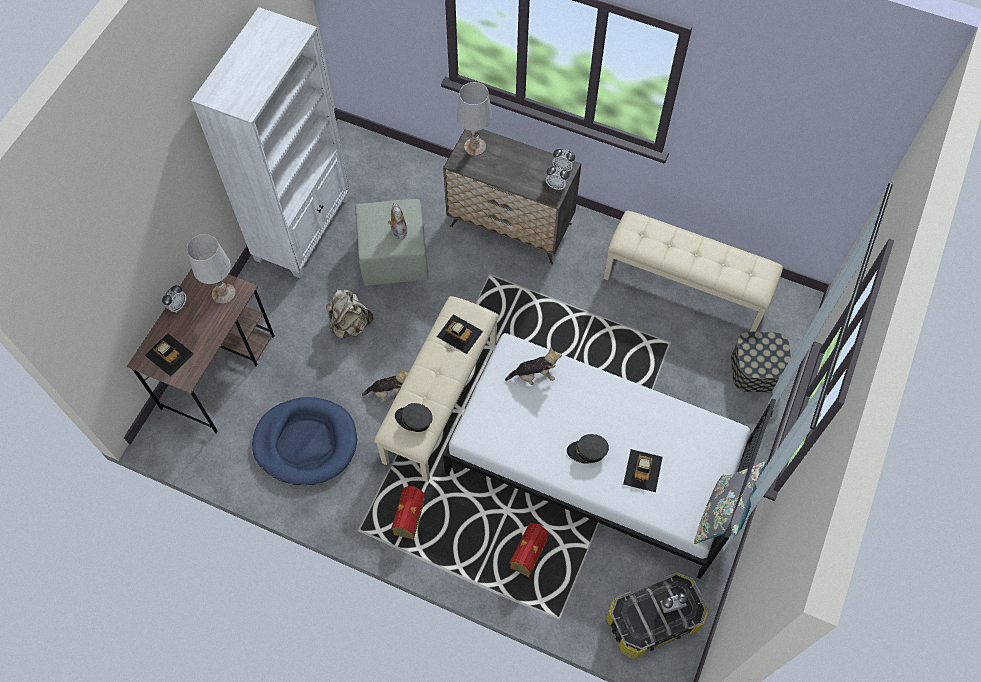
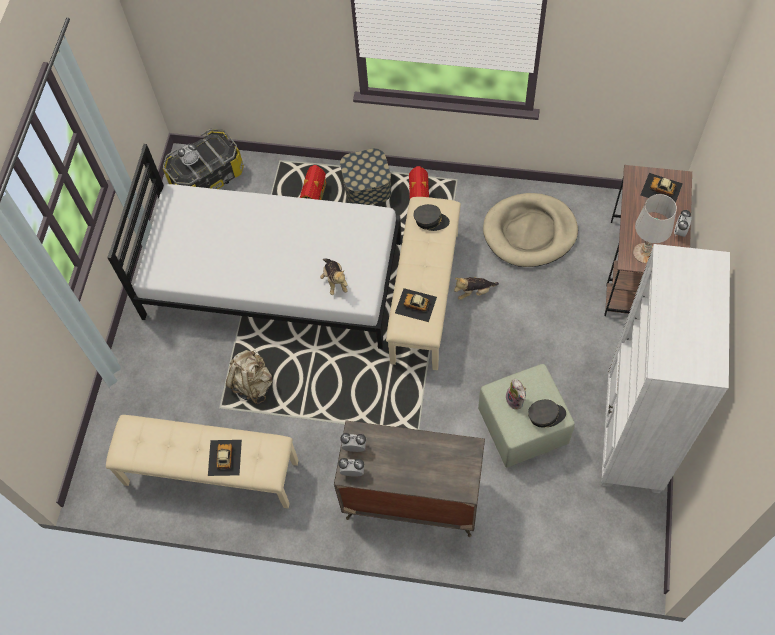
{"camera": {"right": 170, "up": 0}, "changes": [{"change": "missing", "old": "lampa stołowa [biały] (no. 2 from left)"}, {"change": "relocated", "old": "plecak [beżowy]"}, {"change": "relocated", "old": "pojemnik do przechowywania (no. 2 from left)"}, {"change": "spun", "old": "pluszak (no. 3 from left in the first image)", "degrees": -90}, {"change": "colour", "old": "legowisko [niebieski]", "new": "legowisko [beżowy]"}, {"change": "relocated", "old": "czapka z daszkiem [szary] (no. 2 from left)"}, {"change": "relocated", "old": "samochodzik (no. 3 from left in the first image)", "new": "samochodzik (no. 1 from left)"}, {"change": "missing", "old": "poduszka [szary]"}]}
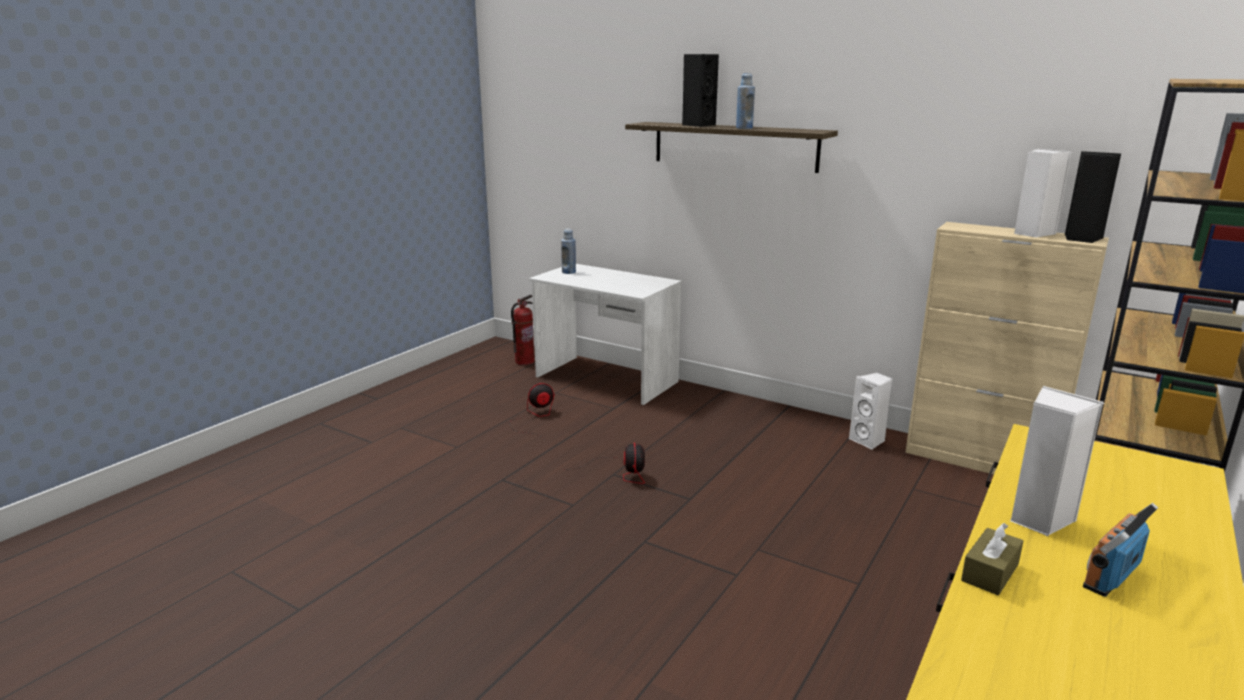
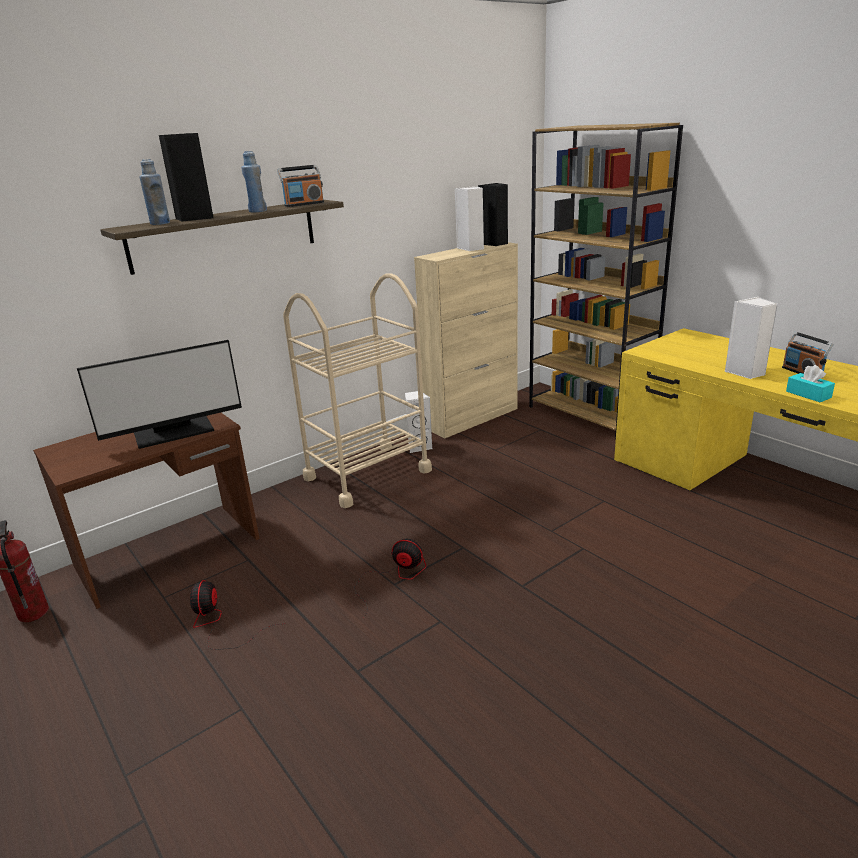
{"camera": {"right": -70, "up": 5}, "changes": [{"change": "relocated", "old": "butelka [niebieski] (no. 1 from left)"}, {"change": "colour", "old": "biurko [biały]", "new": "biurko [brązowy]"}, {"change": "colour", "old": "pudełko chusteczek [brązowy]", "new": "pudełko chusteczek [turkusowy]"}, {"change": "appeared", "new": "radio (no. 1 from left)"}, {"change": "appeared", "new": "wózek [beżowy]"}, {"change": "appeared", "new": "monitor"}]}
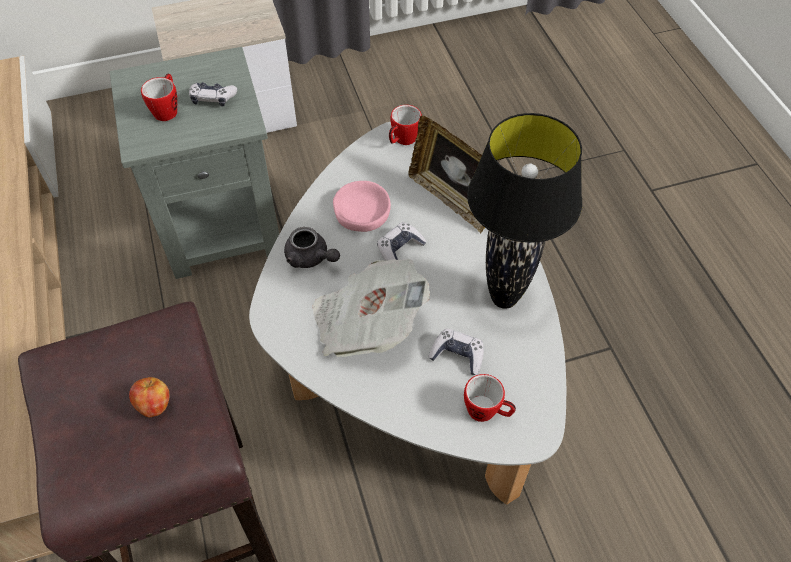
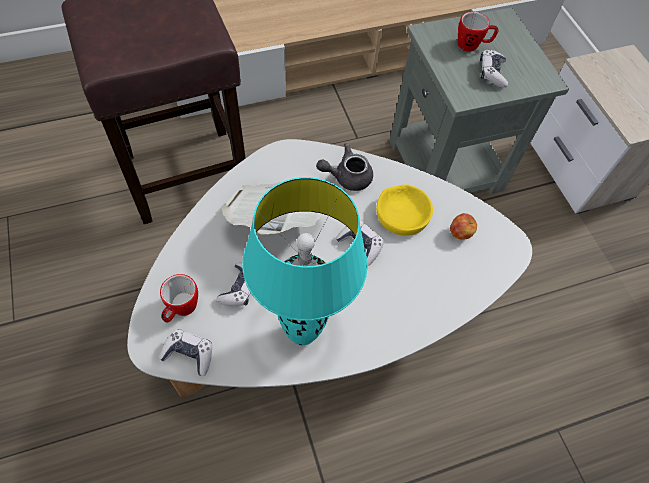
{"camera": {"right": 85, "up": 5}, "changes": [{"change": "missing", "old": "kubek (no. 2 from left)"}, {"change": "colour", "old": "lampa stołowa [czarny]", "new": "lampa stołowa [turkusowy]"}, {"change": "missing", "old": "ramka na zdjęcie"}, {"change": "colour", "old": "miska [różowy]", "new": "miska [żółty]"}, {"change": "spun", "old": "imbryk [szary]", "degrees": 45}, {"change": "relocated", "old": "jabłko"}, {"change": "appeared", "new": "pad do gier (no. 1 from left)"}]}
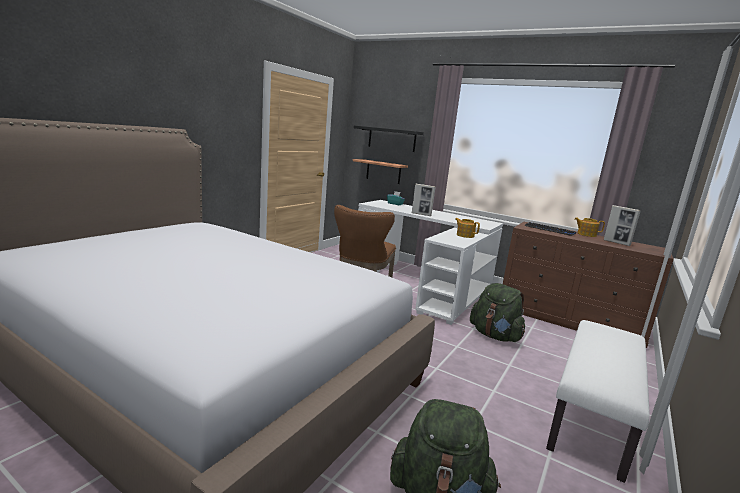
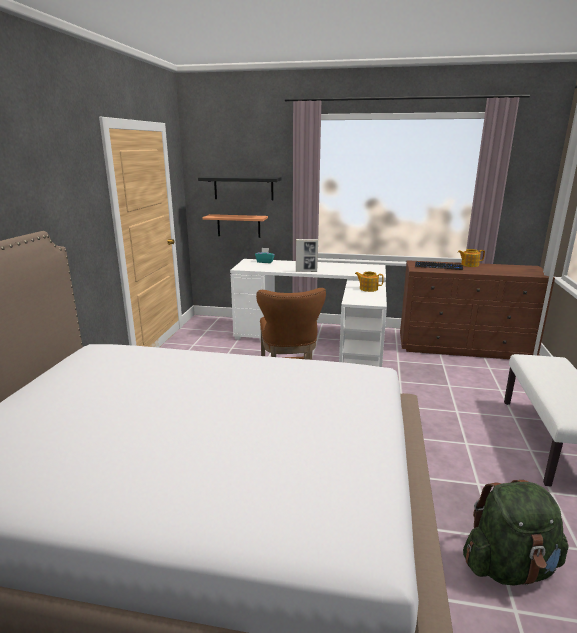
{"camera": {"right": -20, "up": 5}, "changes": [{"change": "missing", "old": "ramka na zdjęcie (no. 2 from left)"}, {"change": "missing", "old": "plecak [zielony] (no. 2 from left)"}]}
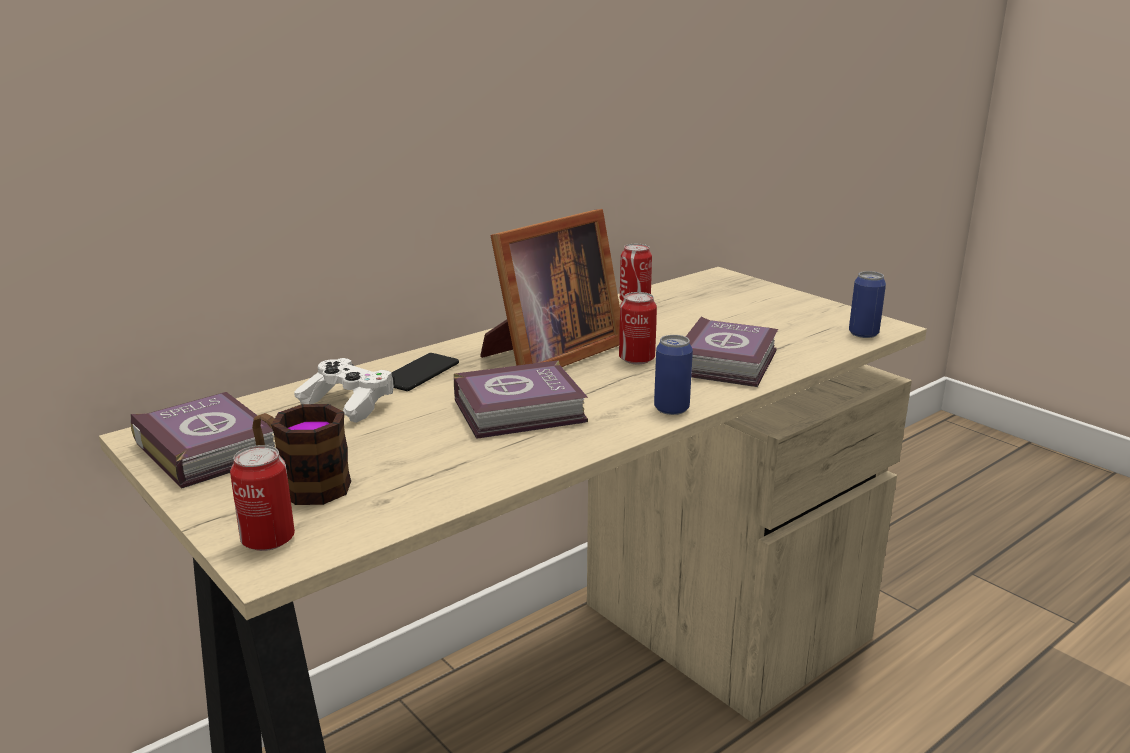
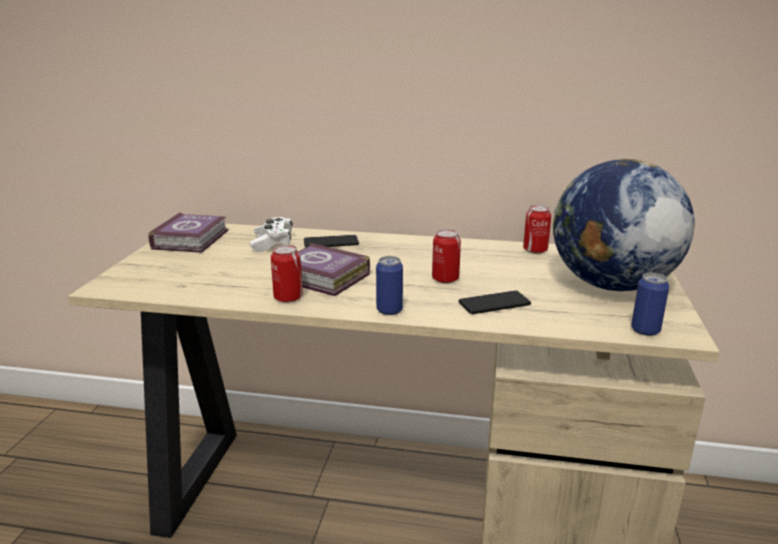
{"camera": {"right": 50, "up": 0}, "changes": [{"change": "missing", "old": "ramka na zdjęcie"}, {"change": "exchanged", "old": "książka (no. 3 from left)", "new": "telefon (no. 2 from left)"}, {"change": "missing", "old": "kubek"}, {"change": "relocated", "old": "puszka (no. 1 from left)"}, {"change": "appeared", "new": "globus"}]}
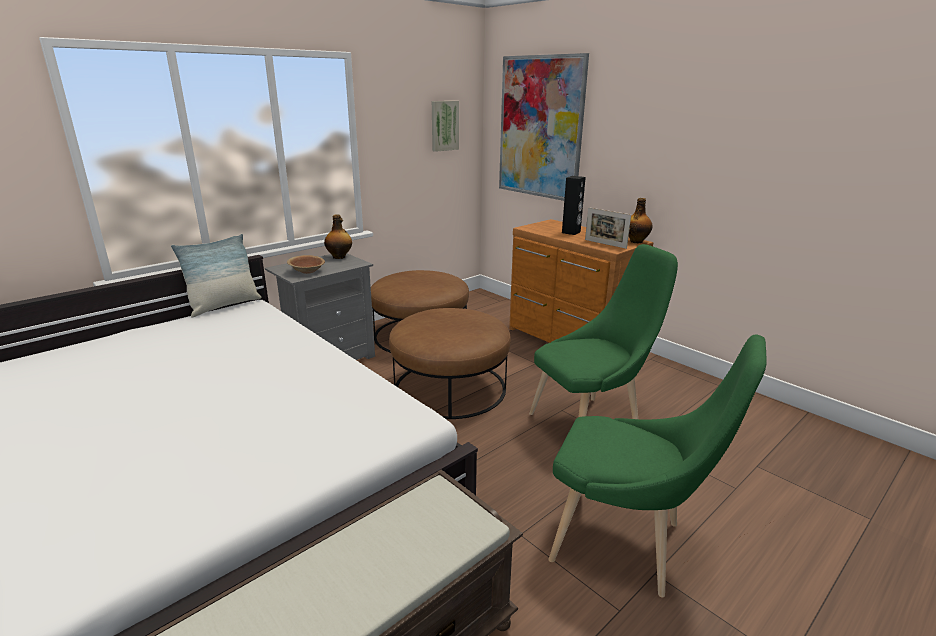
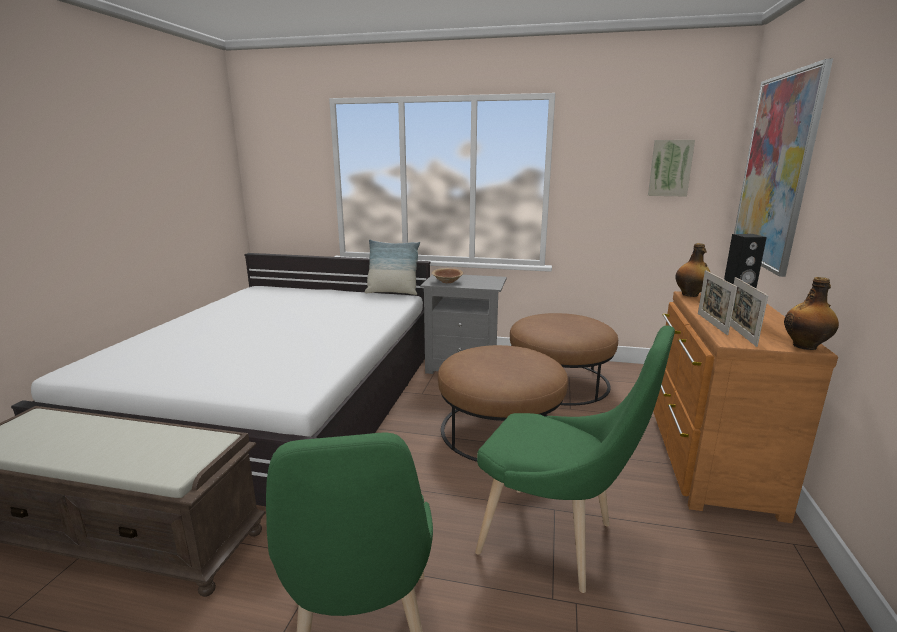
{"camera": {"right": 55, "up": -5}, "changes": [{"change": "relocated", "old": "butelka (no. 1 from left)"}, {"change": "appeared", "new": "ramka na zdjęcie (no. 1 from left)"}]}
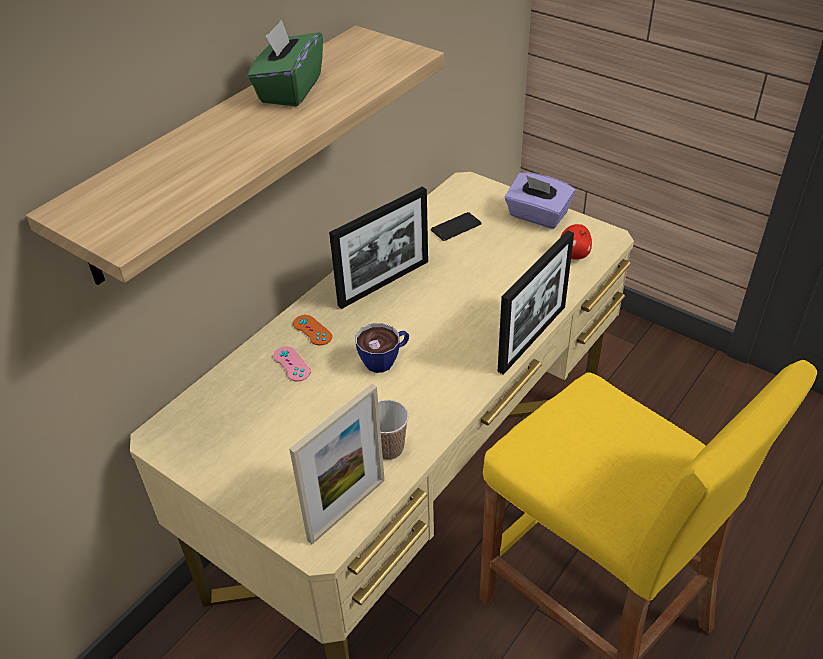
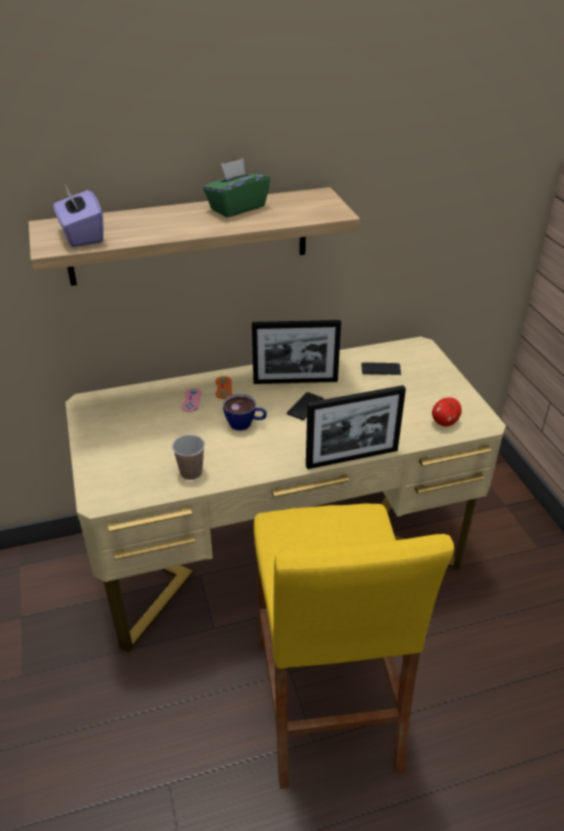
{"camera": {"right": 35, "up": -5}, "changes": [{"change": "relocated", "old": "pudełko chusteczek [fioletowy]"}, {"change": "missing", "old": "ramka na zdjęcie (no. 1 from left)"}, {"change": "appeared", "new": "telefon (no. 1 from left)"}]}
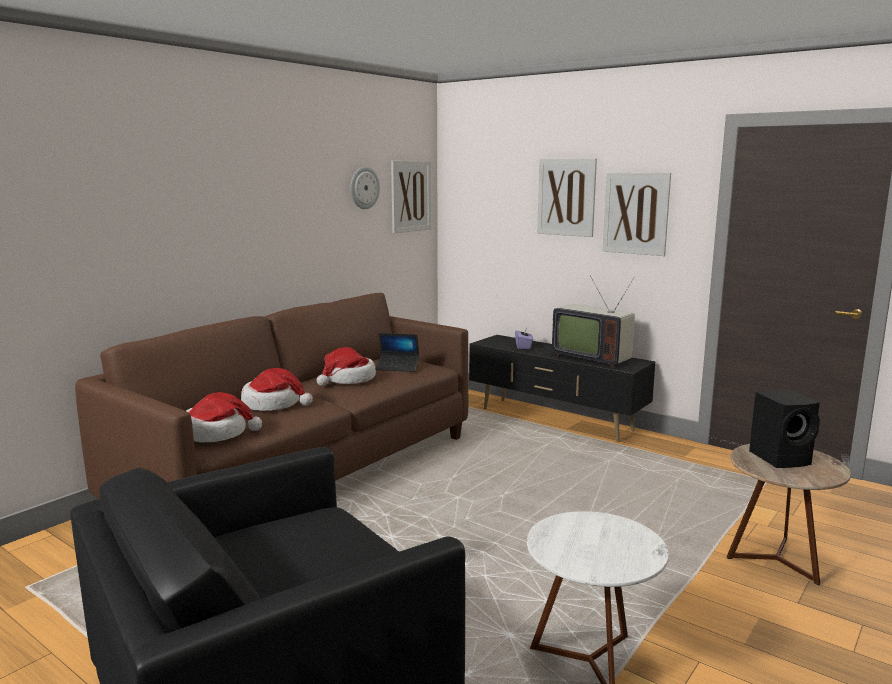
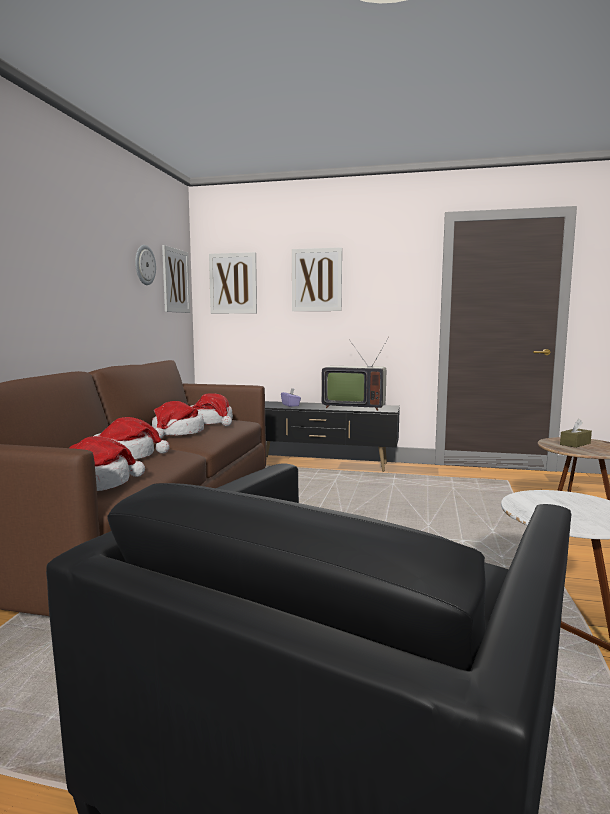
{"camera": {"right": -25, "up": -5}, "changes": [{"change": "relocated", "old": "obraz (no. 3 from left in the first image)", "new": "obraz (no. 2 from left)"}, {"change": "exchanged", "old": "laptop", "new": "kapelusz (no. 4 from left)"}, {"change": "exchanged", "old": "głośnik [czarny]", "new": "pudełko chusteczek [brązowy]"}]}
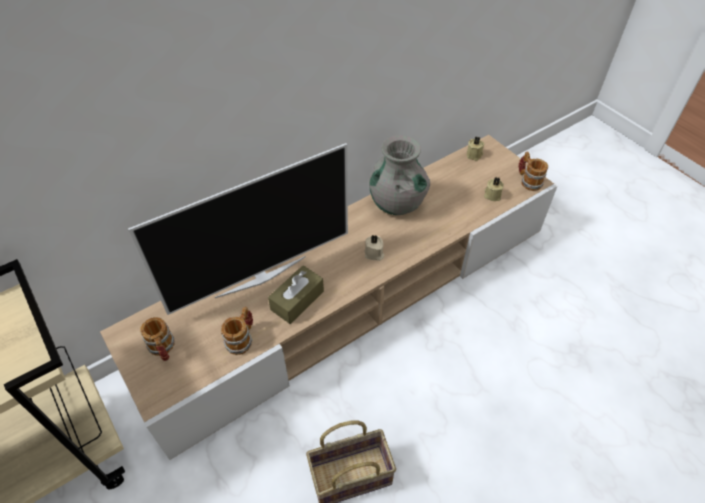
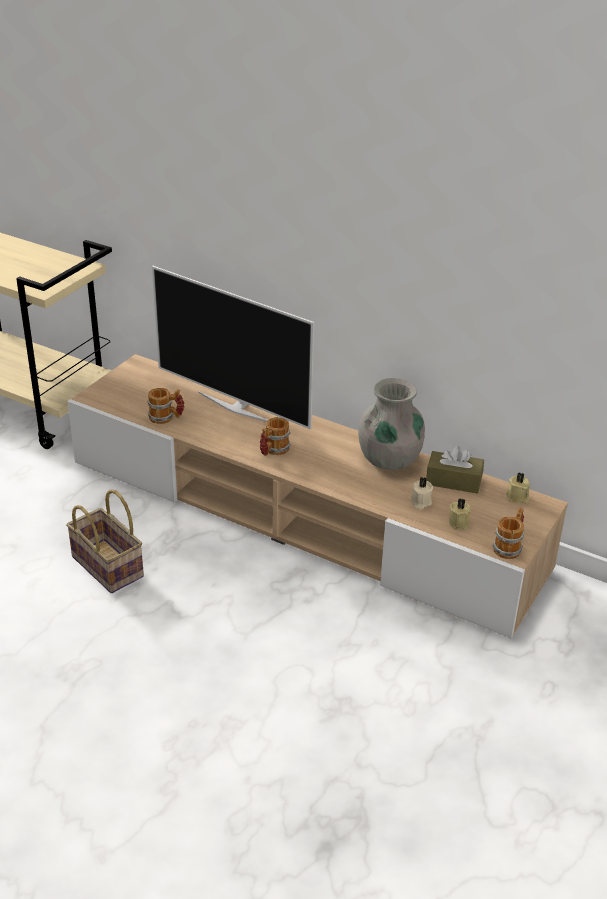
{"camera": {"right": 65, "up": -15}, "changes": [{"change": "relocated", "old": "świeca [beżowy] (no. 1 from left)"}, {"change": "relocated", "old": "pudełko chusteczek [brązowy]"}, {"change": "relocated", "old": "kubek (no. 1 from left in the first image)", "new": "kubek (no. 2 from left)"}]}
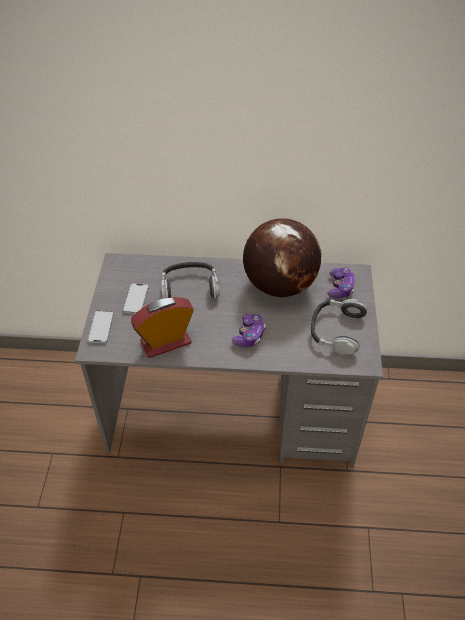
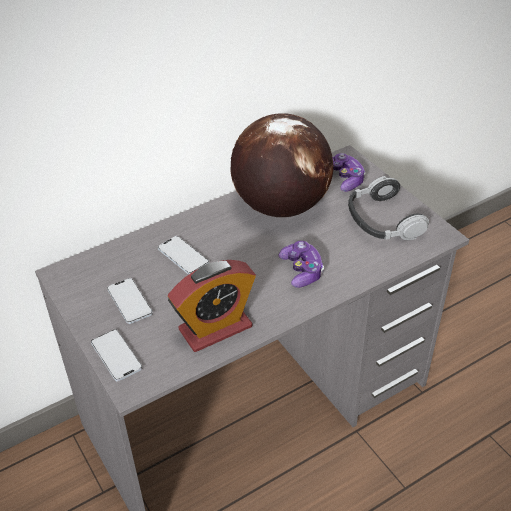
{"camera": {"right": -35, "up": -5}, "changes": [{"change": "exchanged", "old": "słuchawki (no. 1 from left)", "new": "telefon (no. 3 from left)"}, {"change": "spun", "old": "budzik", "degrees": -150}]}
